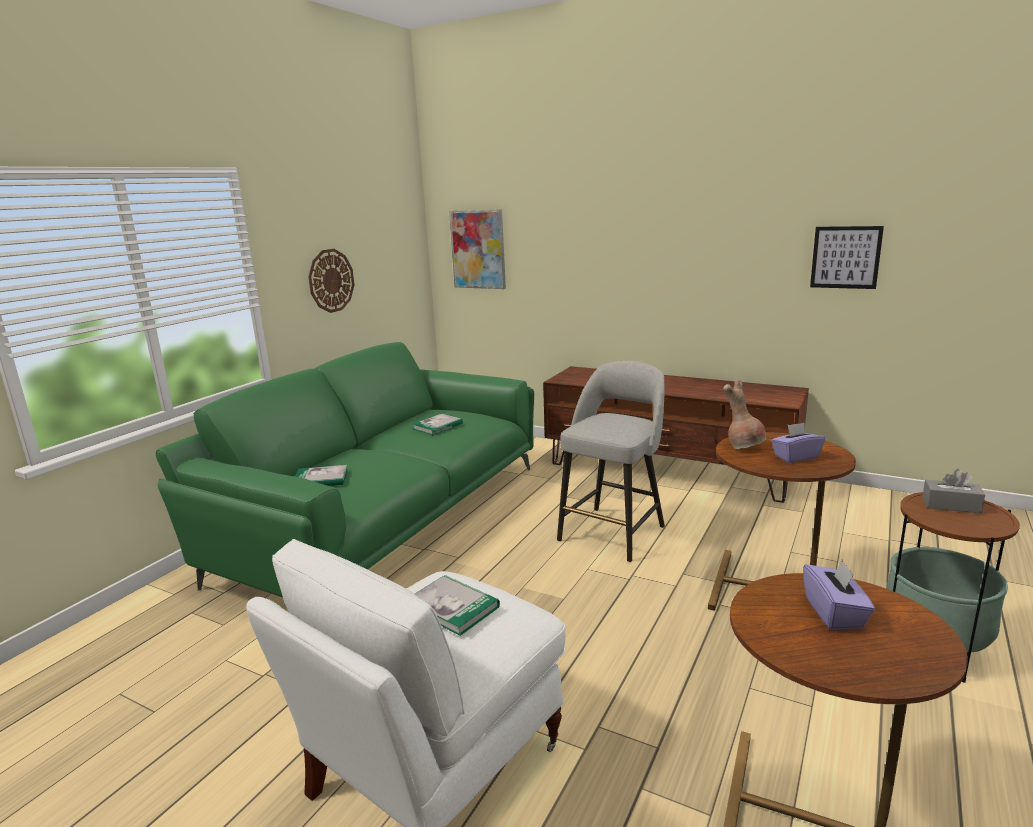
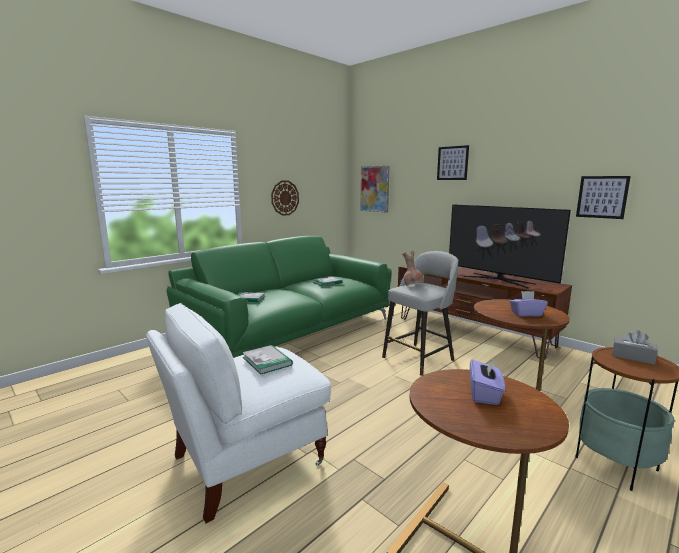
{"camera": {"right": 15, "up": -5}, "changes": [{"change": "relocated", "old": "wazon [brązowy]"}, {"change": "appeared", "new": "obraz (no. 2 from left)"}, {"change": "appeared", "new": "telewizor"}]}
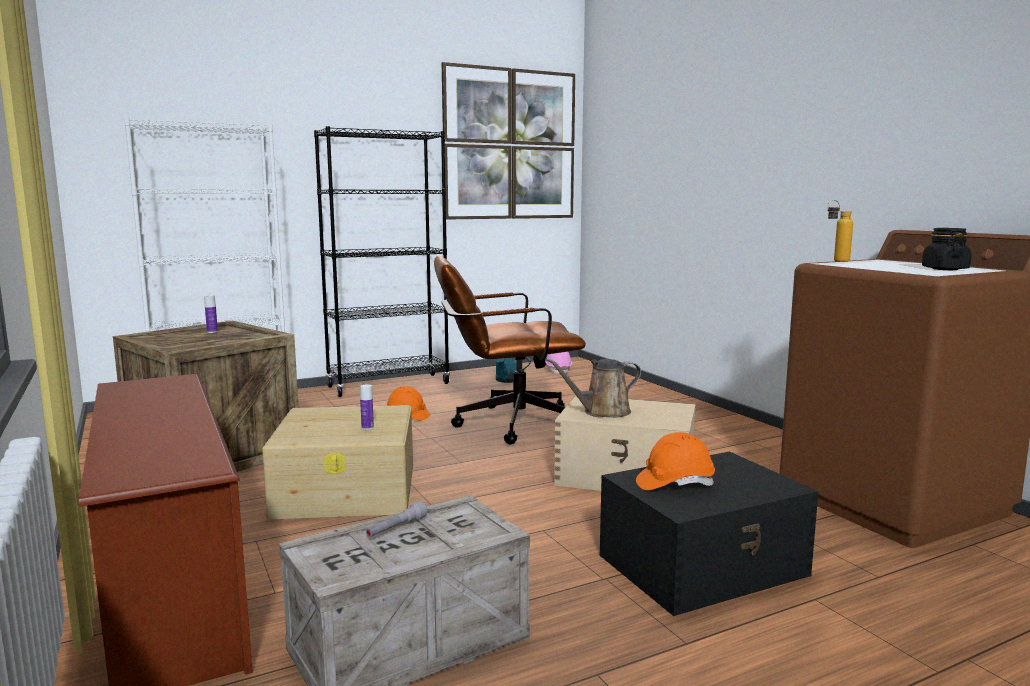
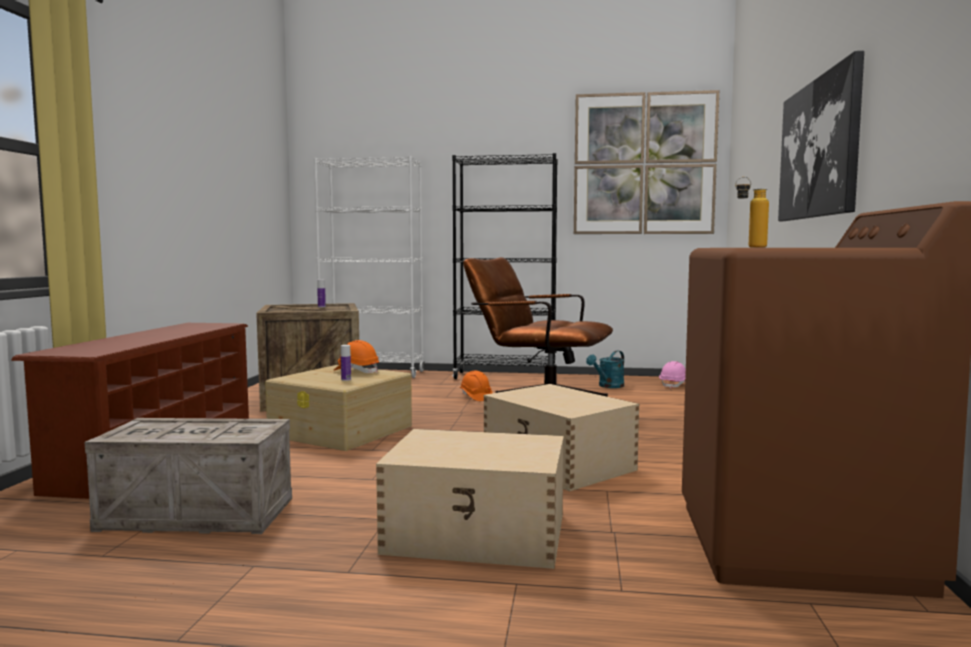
{"camera": {"right": 35, "up": -5}, "changes": [{"change": "missing", "old": "słoik [czarny]"}, {"change": "missing", "old": "konewka [brązowy]"}, {"change": "relocated", "old": "kask [pomarańczowy] (no. 2 from left in the first image)", "new": "kask [pomarańczowy] (no. 1 from left)"}, {"change": "colour", "old": "pojemnik do przechowywania [czarny]", "new": "pojemnik do przechowywania [beżowy] (no. 2 from left)"}, {"change": "missing", "old": "latarka [szary]"}, {"change": "appeared", "new": "obraz (no. 2 from left)"}]}
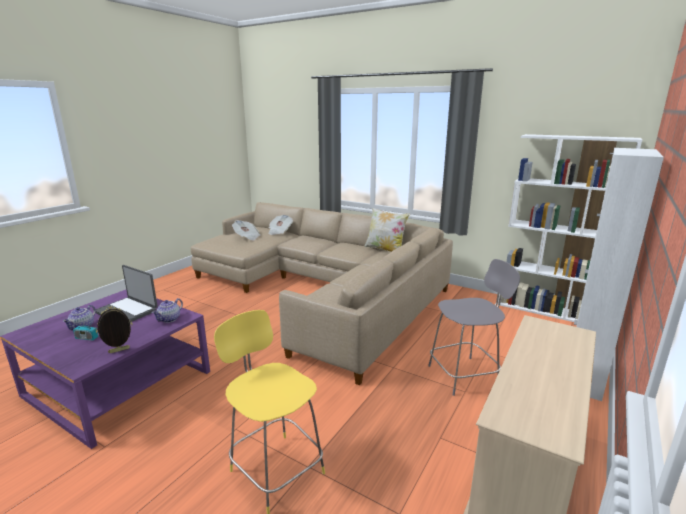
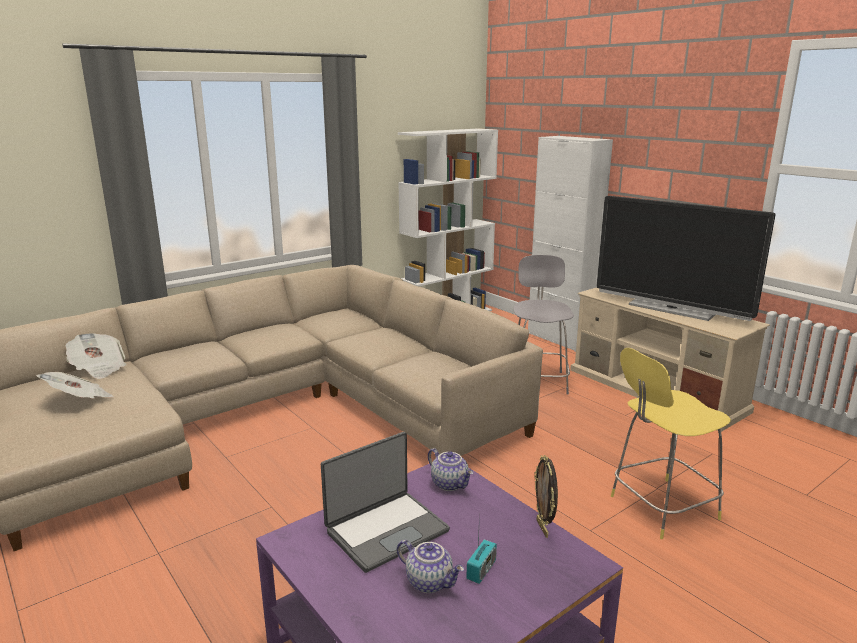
{"camera": {"right": -70, "up": 0}, "changes": [{"change": "missing", "old": "poduszka"}, {"change": "appeared", "new": "telewizor"}]}
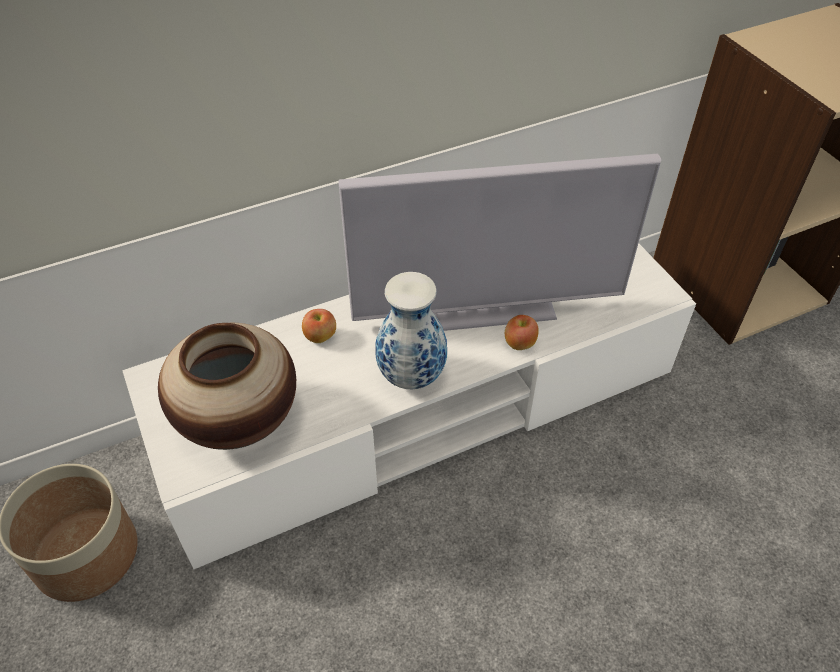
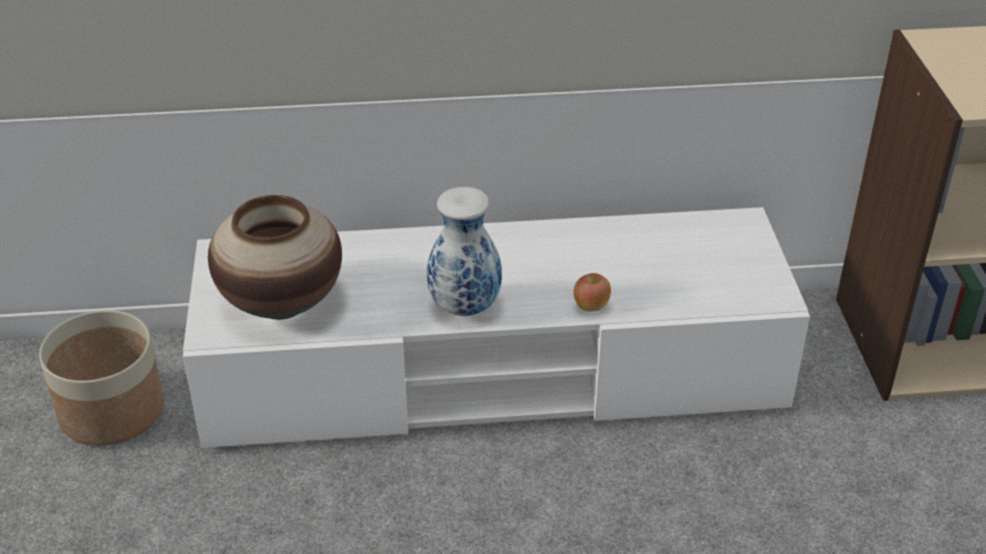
{"camera": {"right": 20, "up": -10}, "changes": [{"change": "missing", "old": "telewizor"}, {"change": "missing", "old": "jabłko (no. 1 from left)"}]}
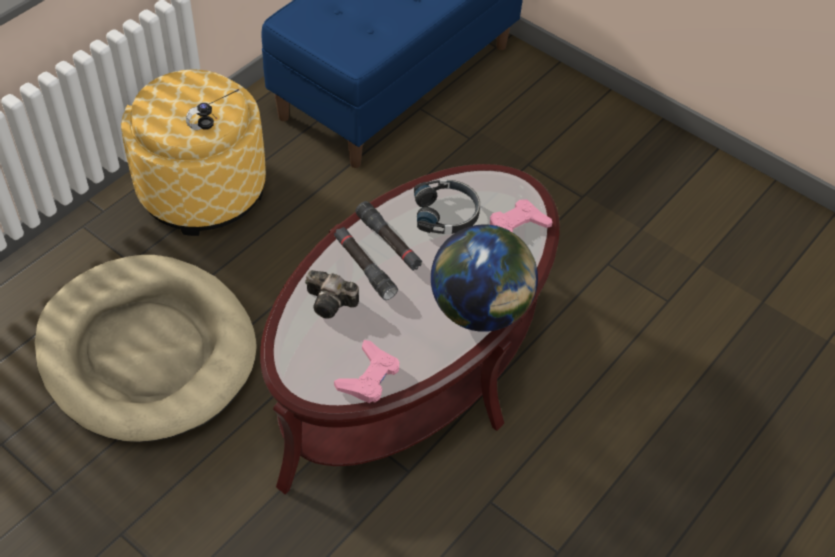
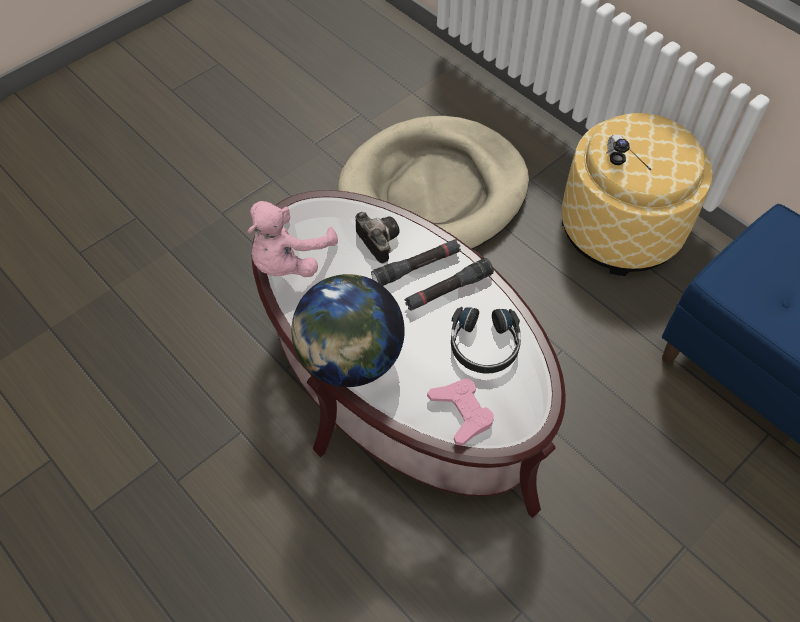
{"camera": {"right": 100, "up": 5}, "changes": [{"change": "spun", "old": "aparat fotograficzny", "degrees": 120}, {"change": "exchanged", "old": "pad do gier [różowy] (no. 1 from left)", "new": "pluszak [różowy]"}]}
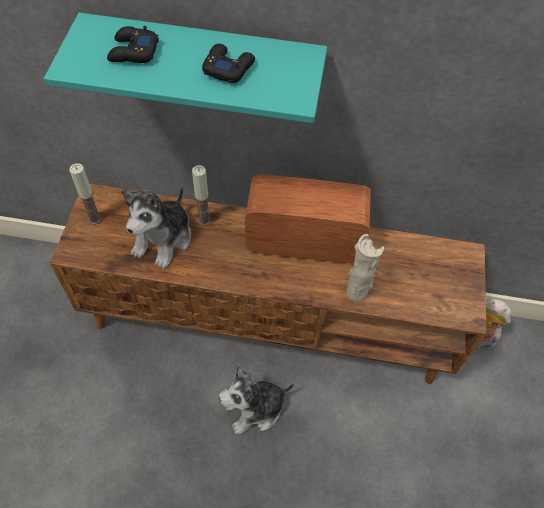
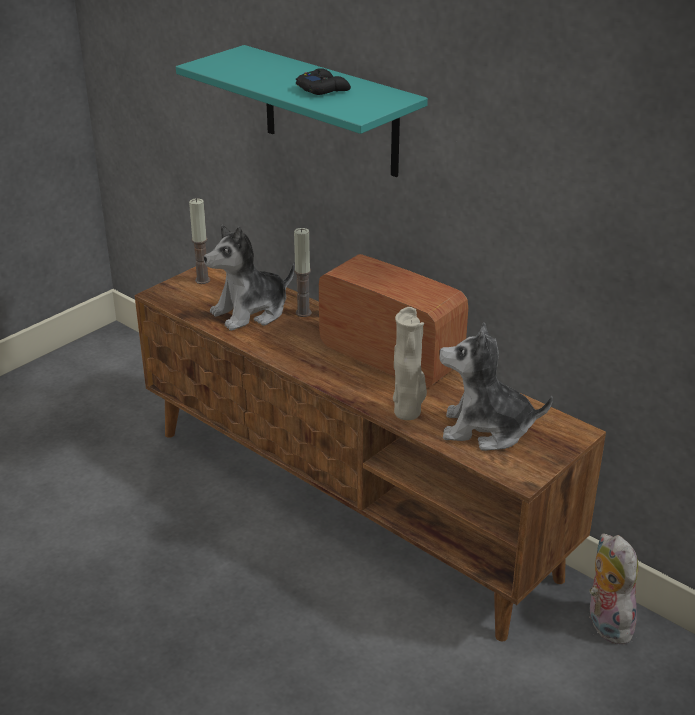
{"camera": {"right": 35, "up": -25}, "changes": [{"change": "missing", "old": "pad do gier [czarny] (no. 1 from left)"}, {"change": "relocated", "old": "pluszak (no. 2 from left)"}]}
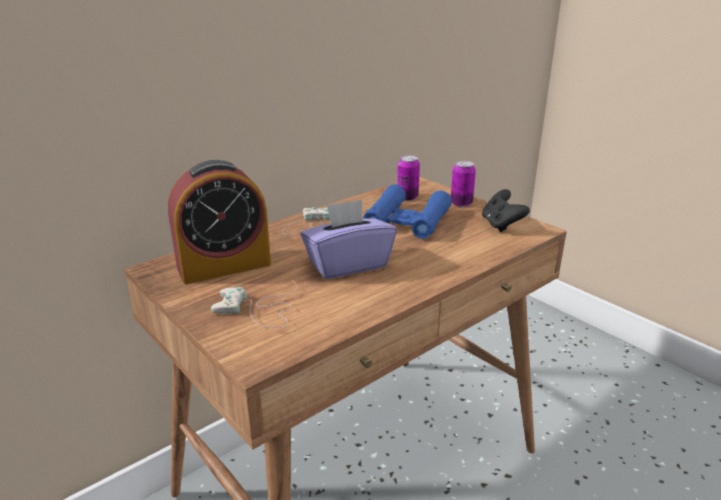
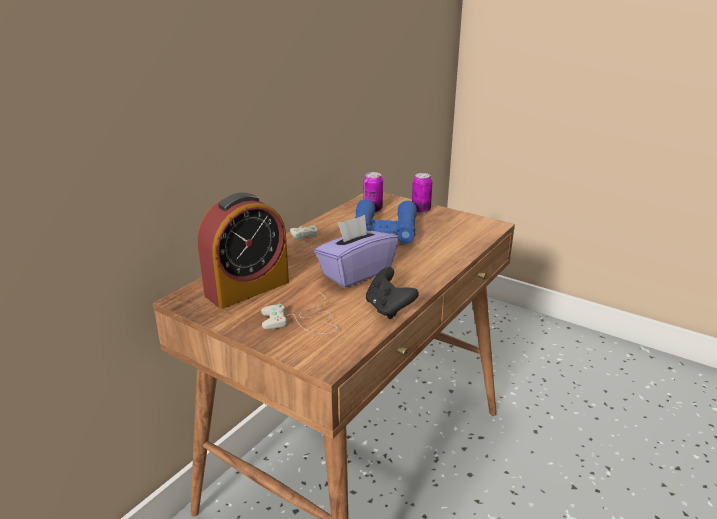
{"camera": {"right": -15, "up": 0}, "changes": [{"change": "relocated", "old": "pad do gier [czarny]"}]}
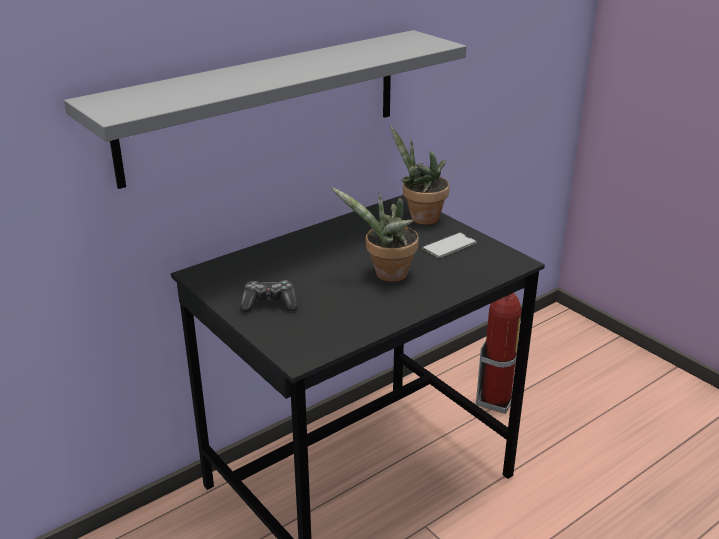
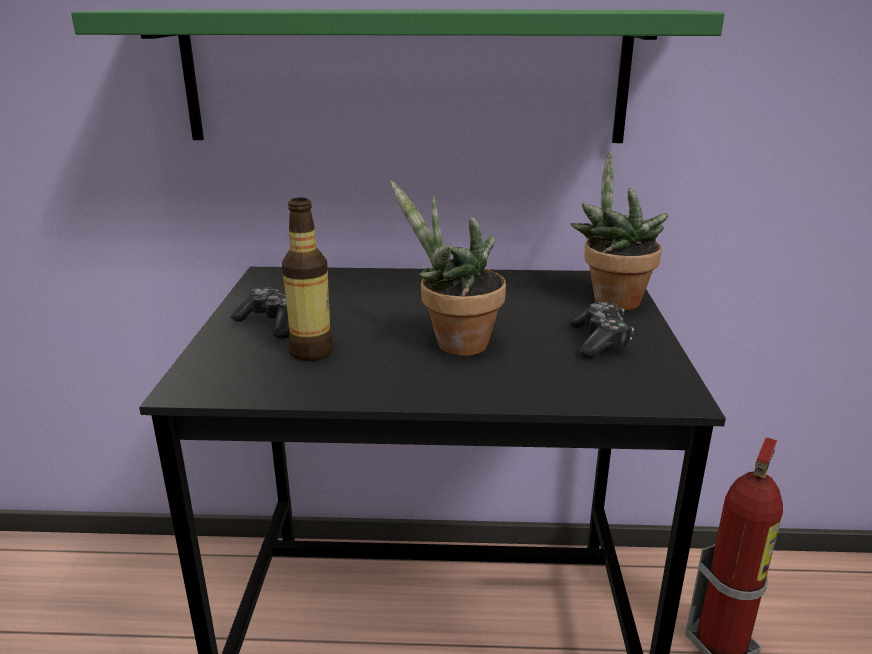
{"camera": {"right": 40, "up": -5}, "changes": [{"change": "colour", "old": "półka [szary]", "new": "półka [zielony]"}, {"change": "exchanged", "old": "telefon", "new": "pad do gier (no. 2 from left)"}, {"change": "appeared", "new": "butelka"}]}
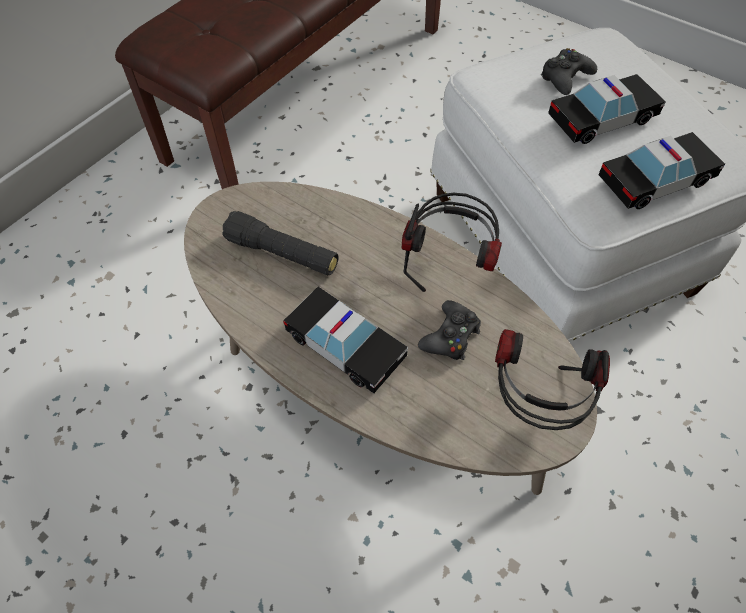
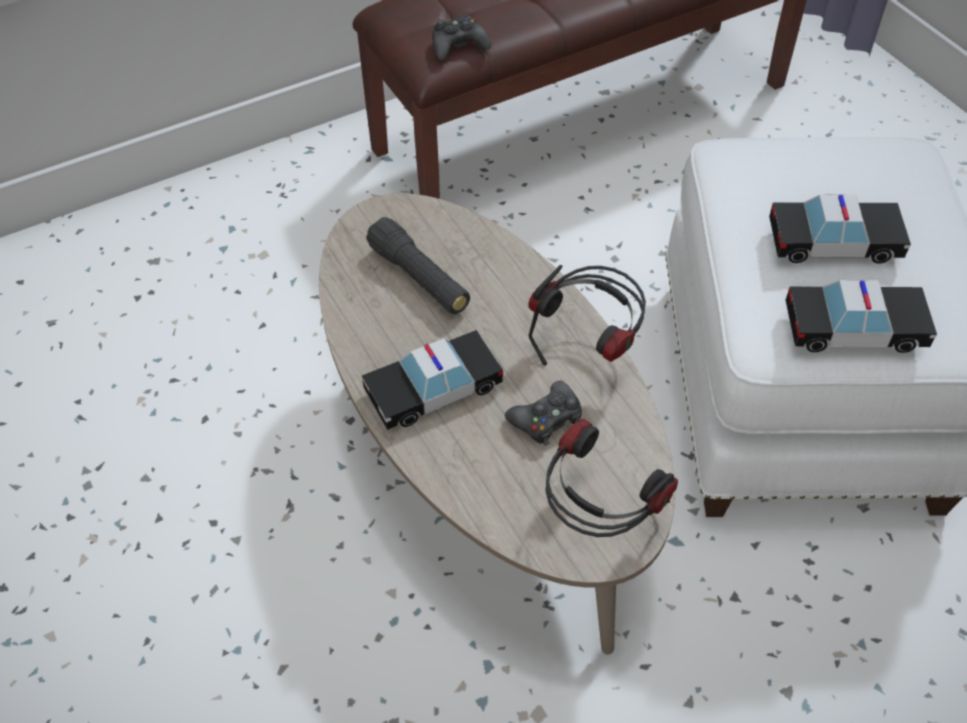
{"camera": {"right": 25, "up": -5}, "changes": [{"change": "relocated", "old": "pad do gier [czarny] (no. 2 from left in the first image)", "new": "pad do gier [czarny] (no. 1 from left)"}, {"change": "spun", "old": "samochodzik (no. 1 from left)", "degrees": 90}]}
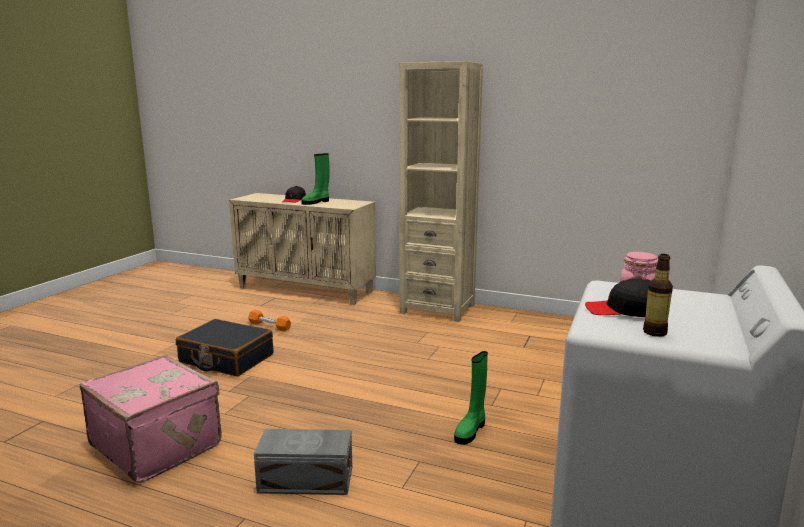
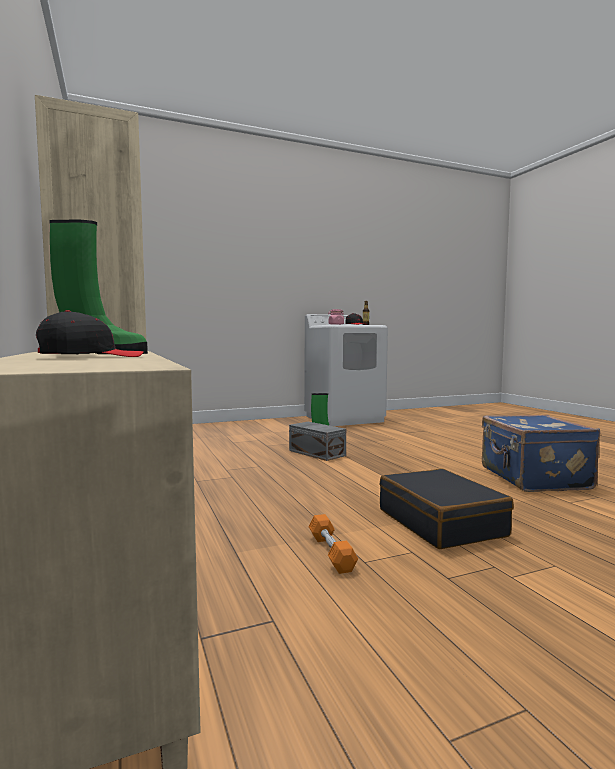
{"camera": {"right": -135, "up": -10}, "changes": [{"change": "colour", "old": "walizka [różowy]", "new": "walizka [niebieski]"}, {"change": "relocated", "old": "pojemnik do przechowywania [szary]"}]}
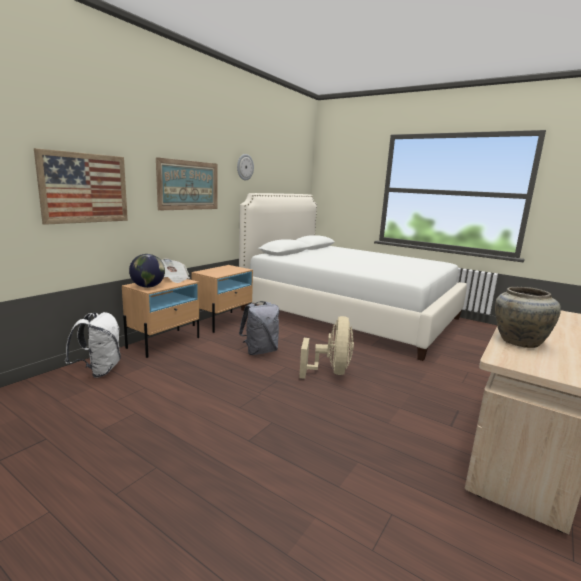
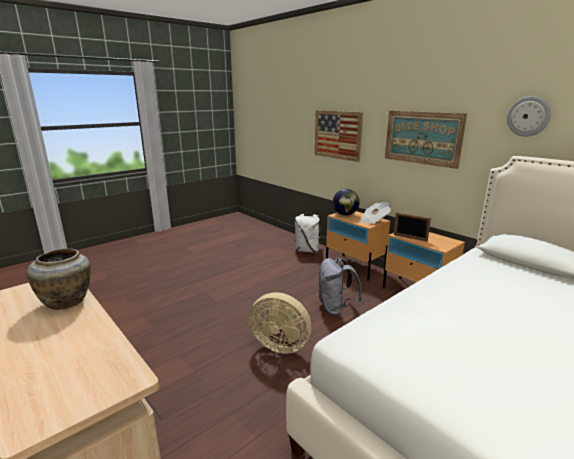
{"camera": {"right": 105, "up": 5}, "changes": [{"change": "appeared", "new": "ramka na zdjęcie"}]}
